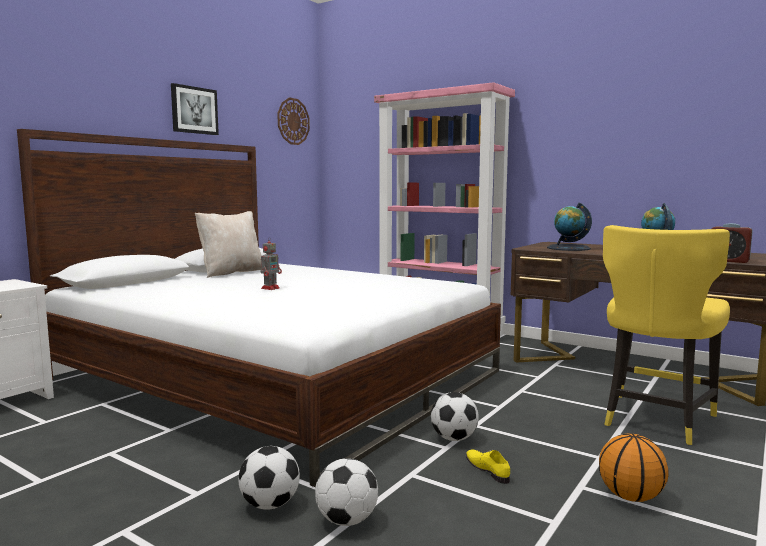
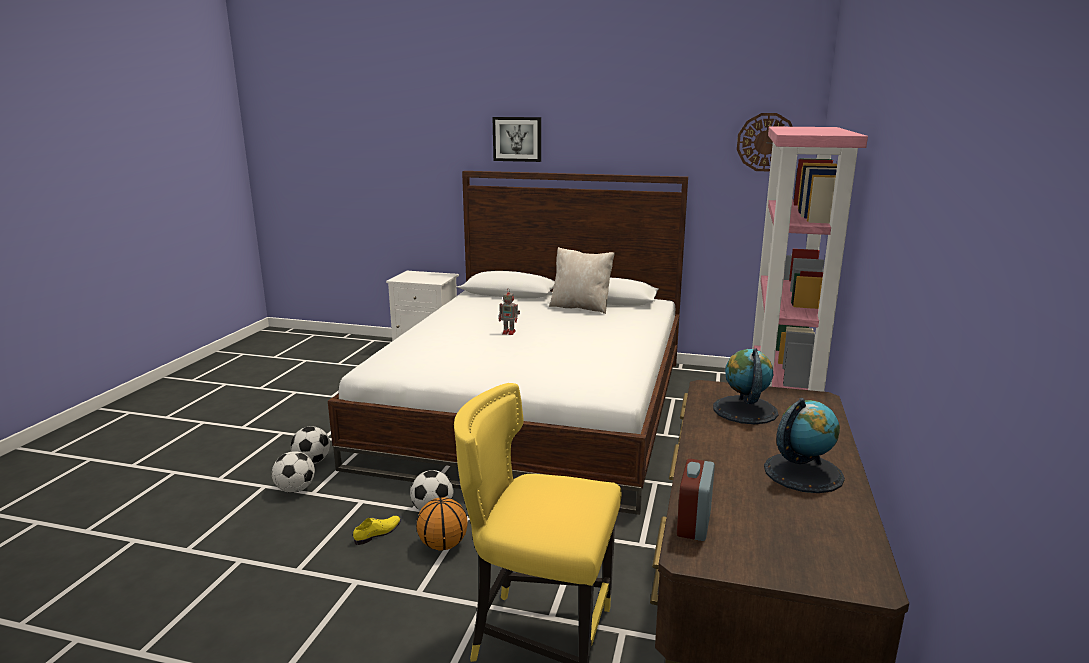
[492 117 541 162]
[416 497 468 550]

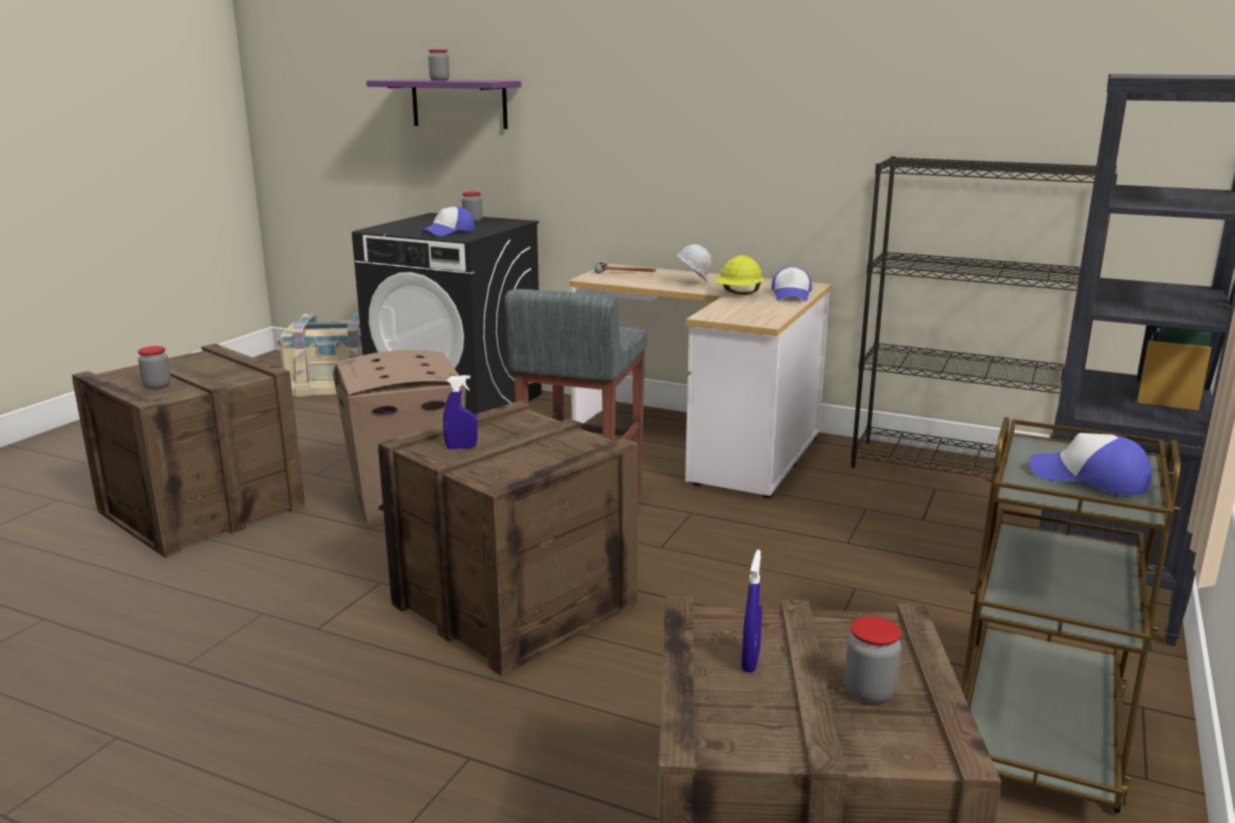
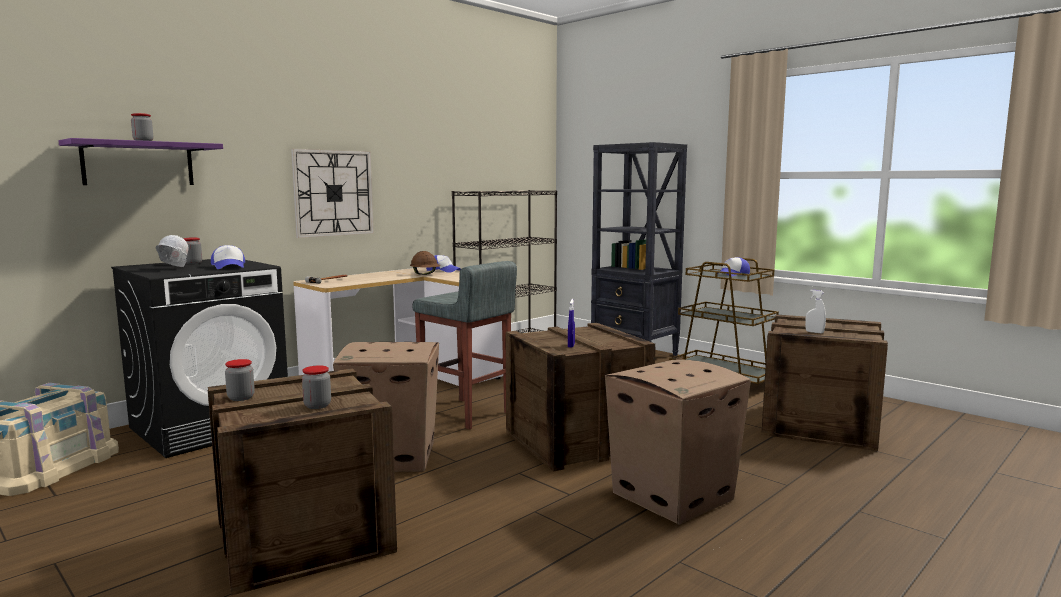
[291 149 374 238]
[605 360 751 525]
[156 235 189 267]
[225 359 255 401]
[410 251 441 275]
[805 290 826 333]

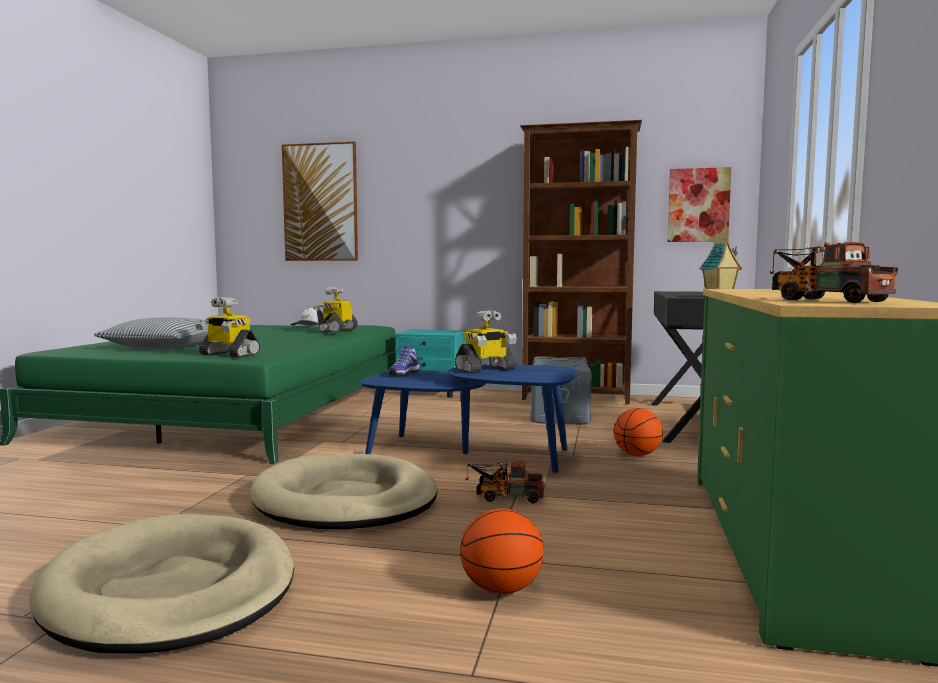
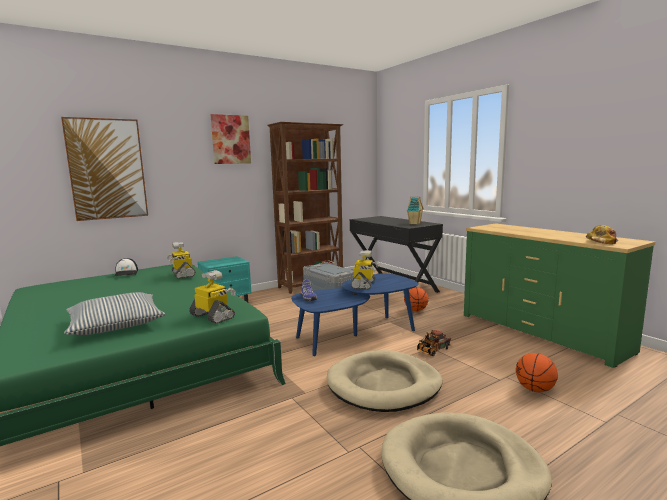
[210 114 251 164]
[586 225 618 244]
[189 270 236 324]

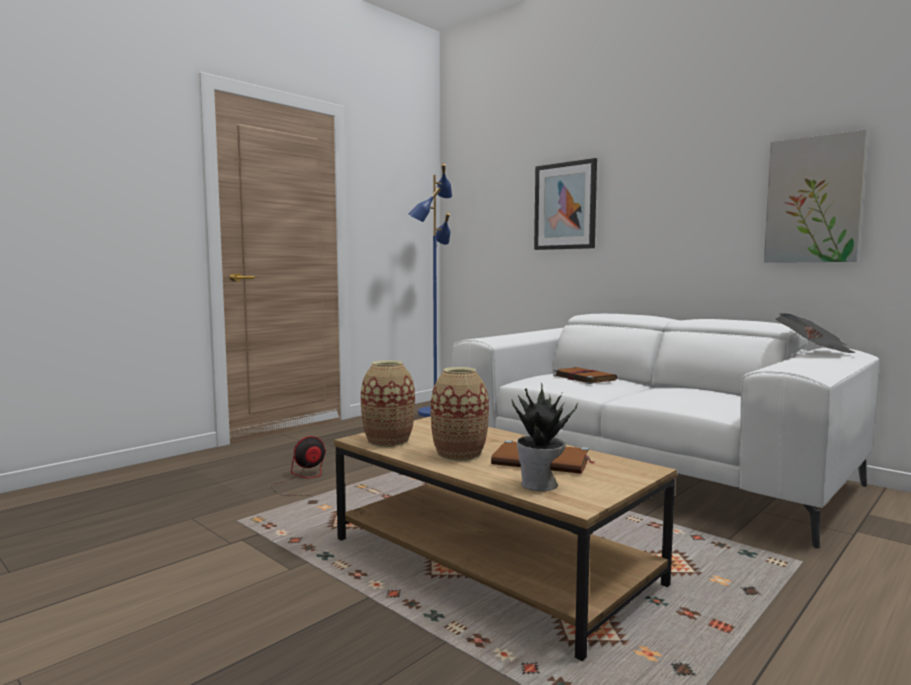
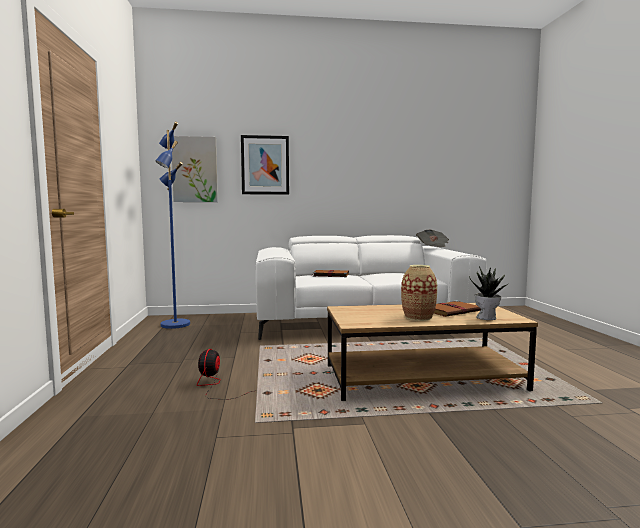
[361 360 415 447] (first image)
[172 136 218 202]

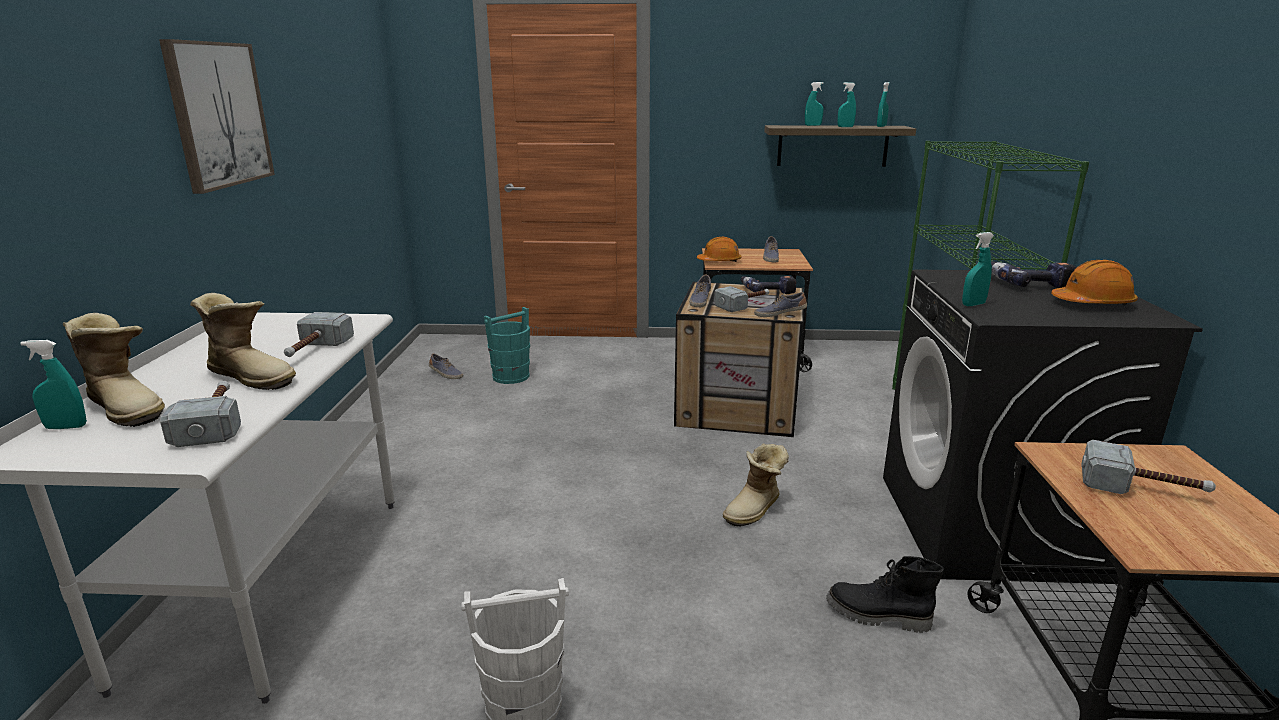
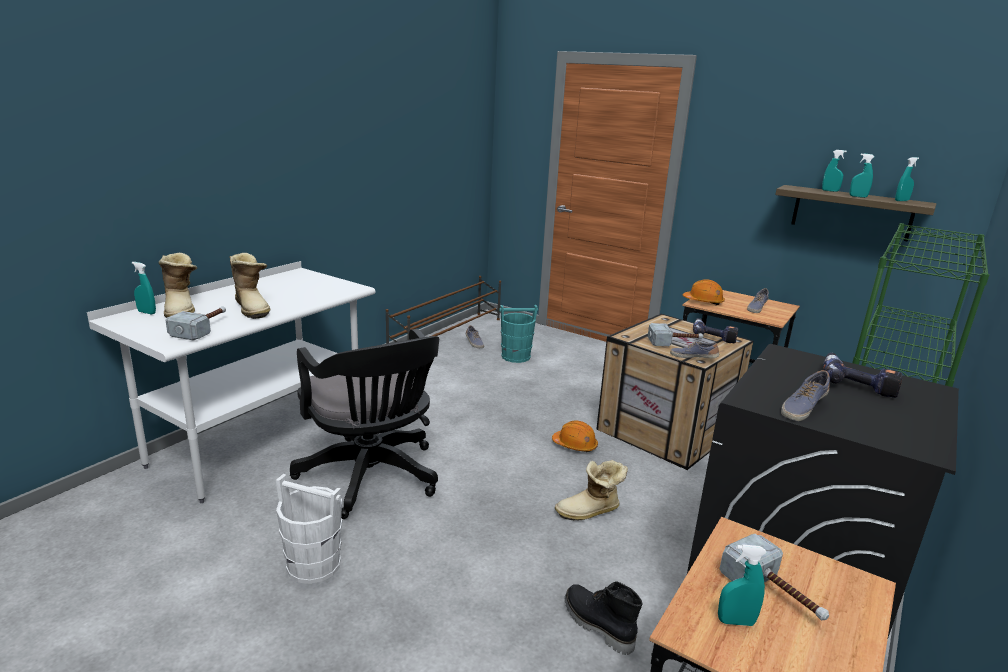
[159 39 275 194] (first image)
[284 312 354 357] (first image)
[290 329 439 519]
[386 276 501 344]
[781 370 830 421]
[718 544 767 626]
[552 421 598 452]

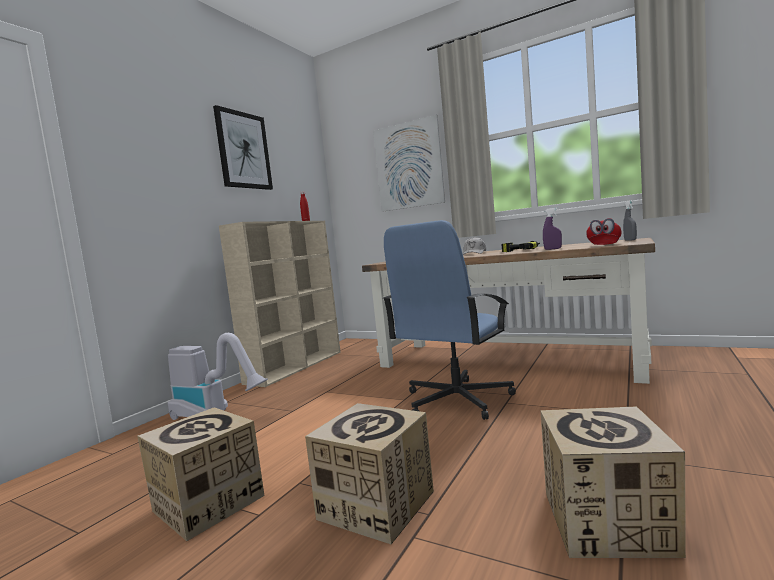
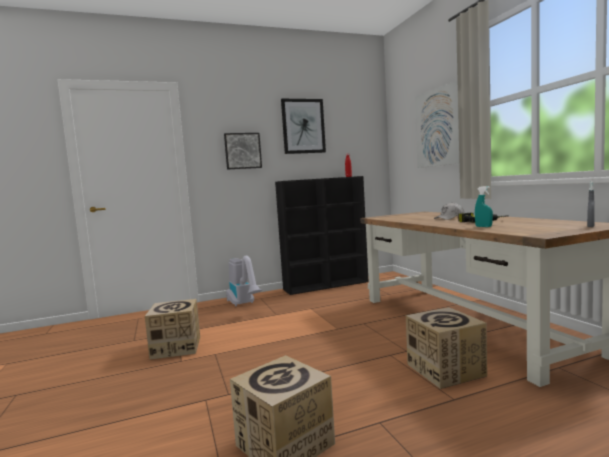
[383 220 516 420] (first image)
[586 218 621 245] (first image)
[224 133 262 169]
[406 307 487 389]
[275 176 369 295]
[475 186 493 227]

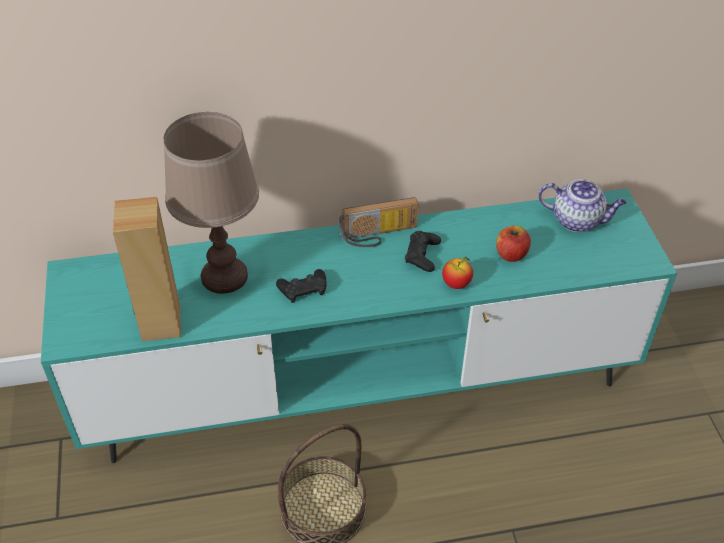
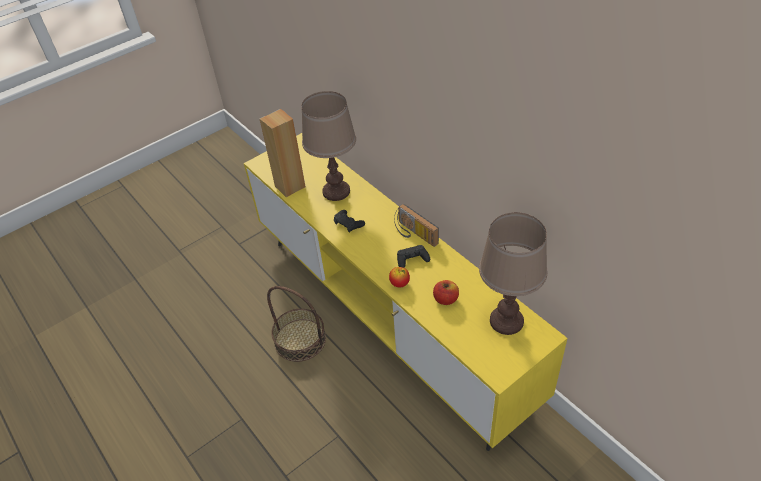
[479 212 547 335]
[244 133 568 451]

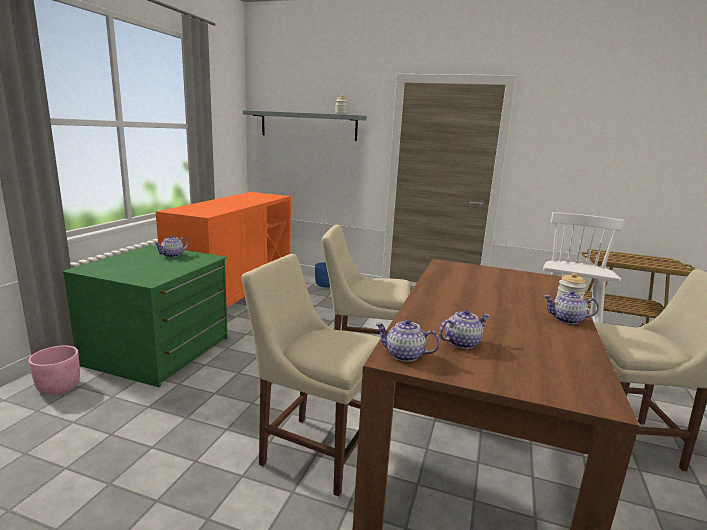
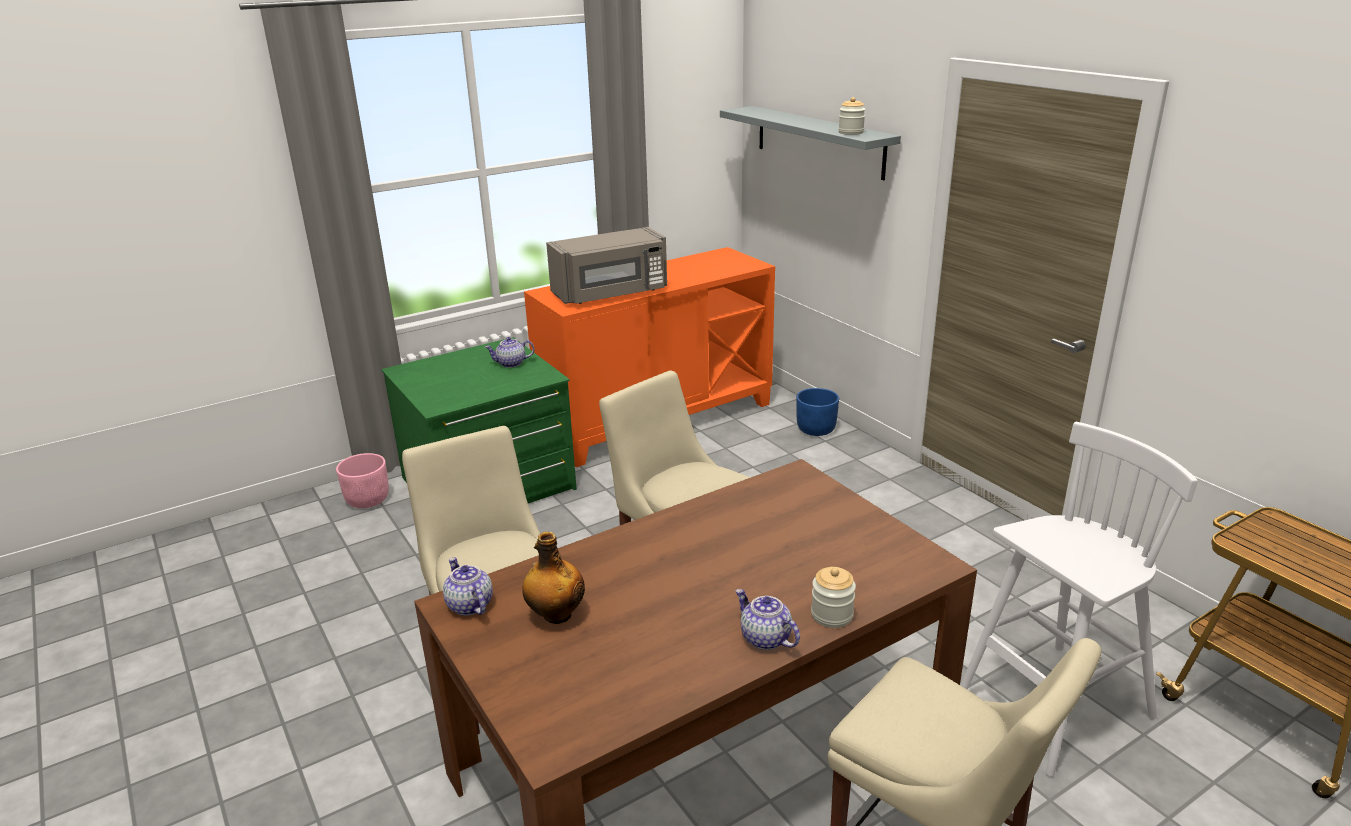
[546 227 667 304]
[522 532 585 624]

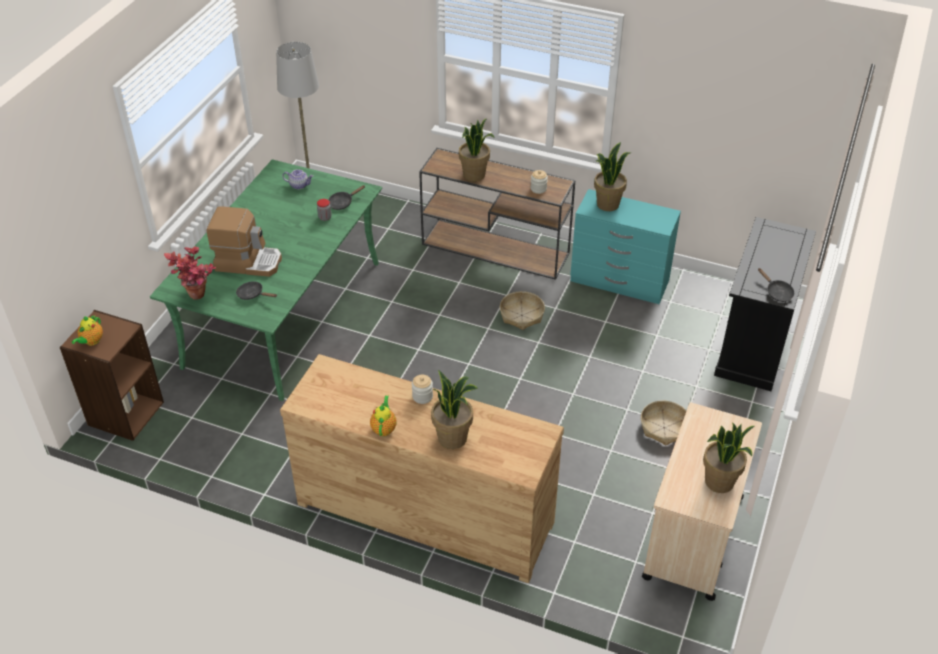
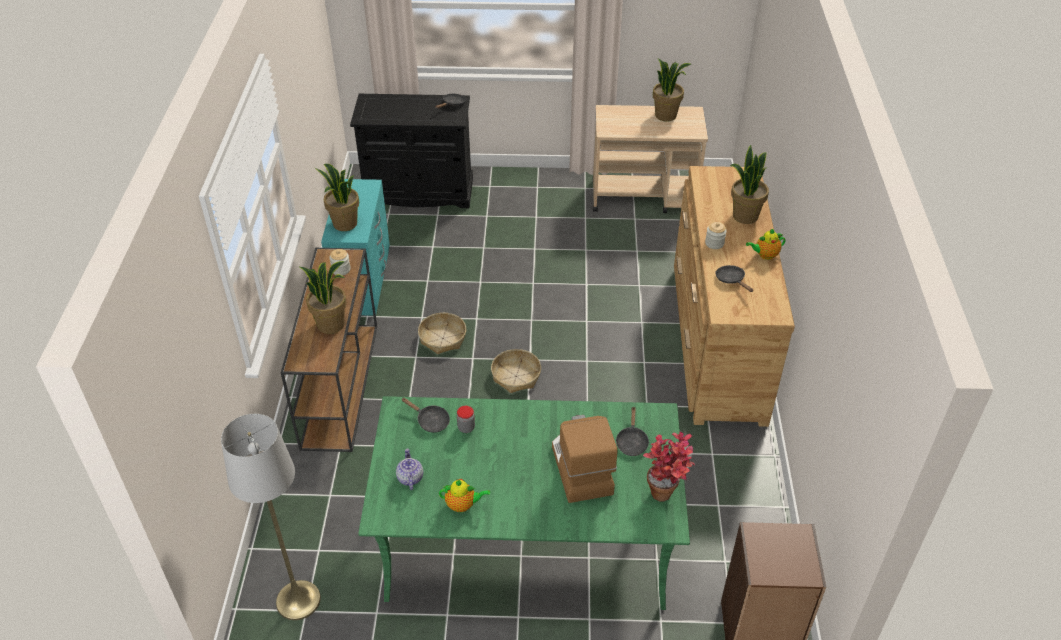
[715 265 753 292]
[439 479 490 512]
[491 349 541 393]

